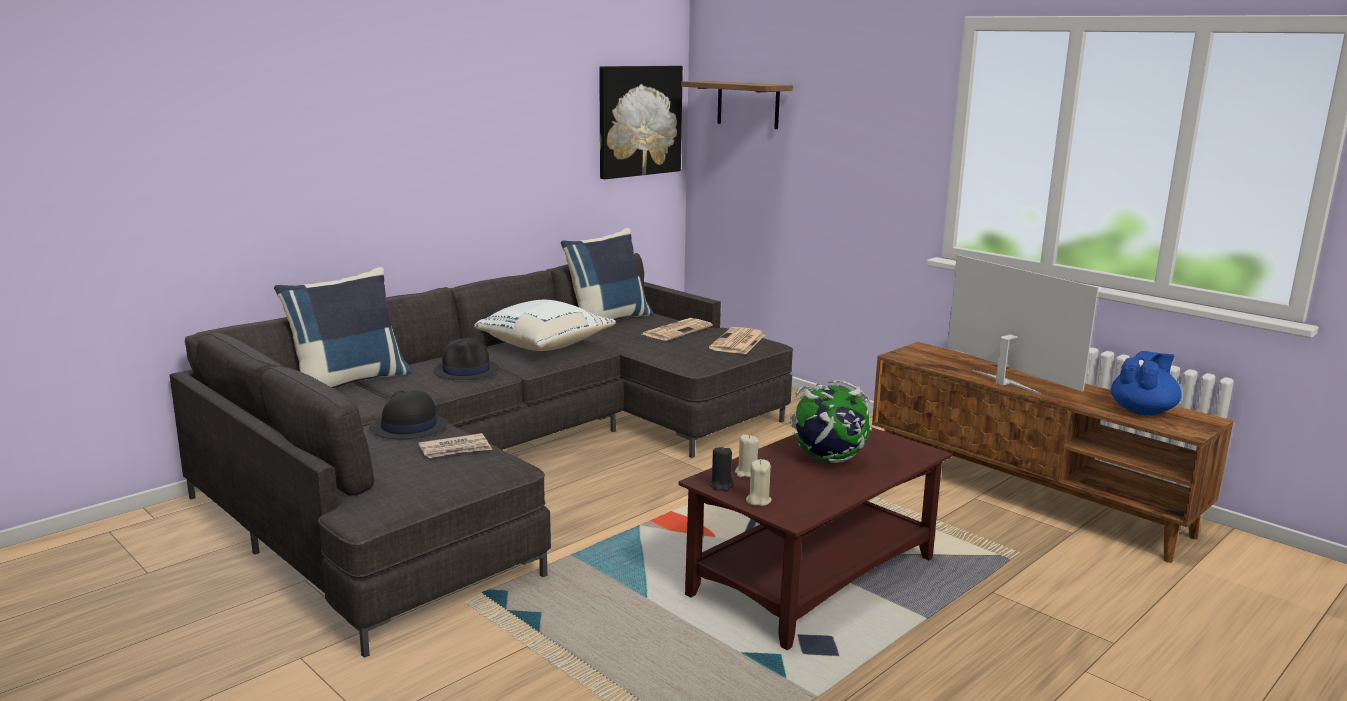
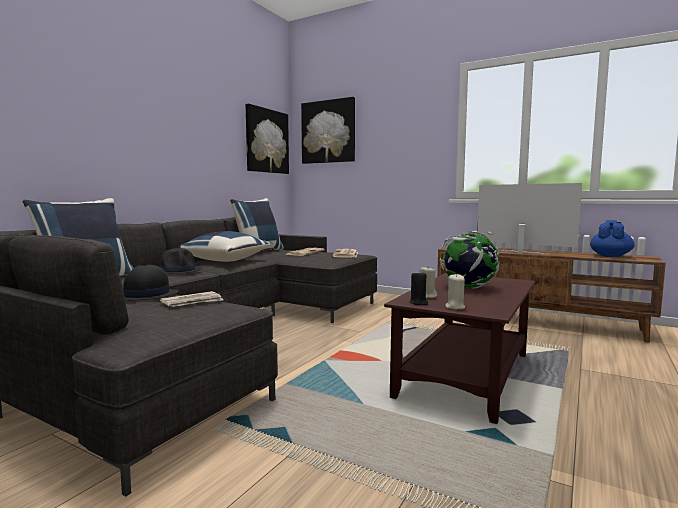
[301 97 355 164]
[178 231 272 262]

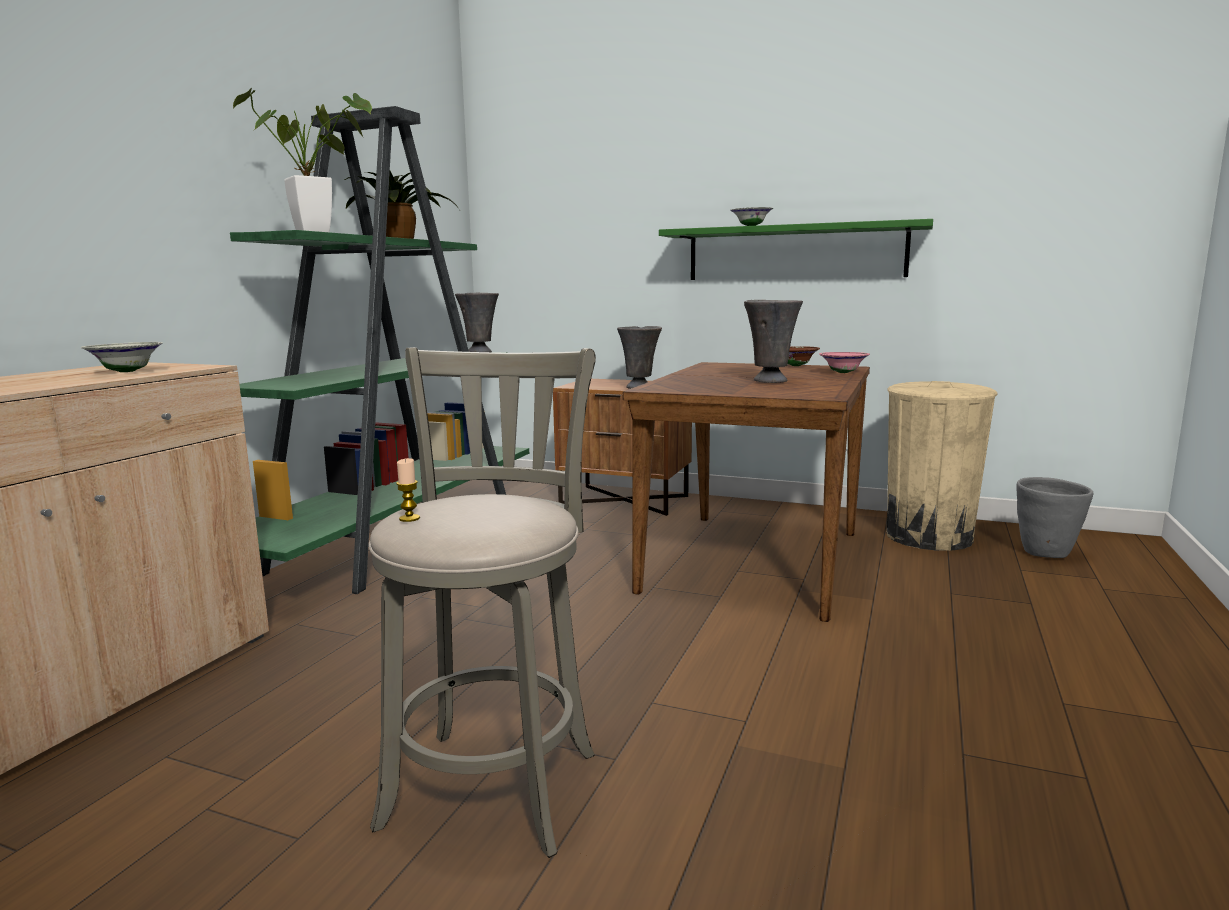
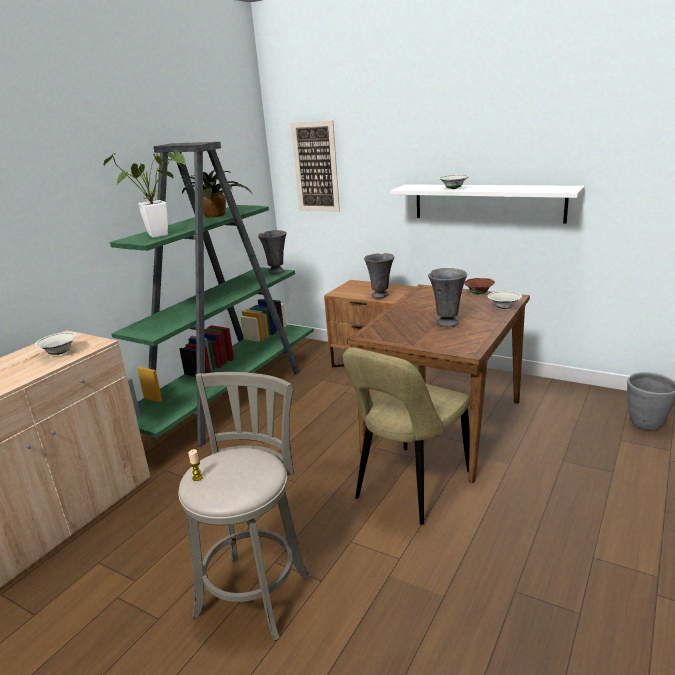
[886 381 997 551] (first image)
[291 120 340 212]
[342 347 470 525]
[390 184 585 223]
[488 291 522 309]

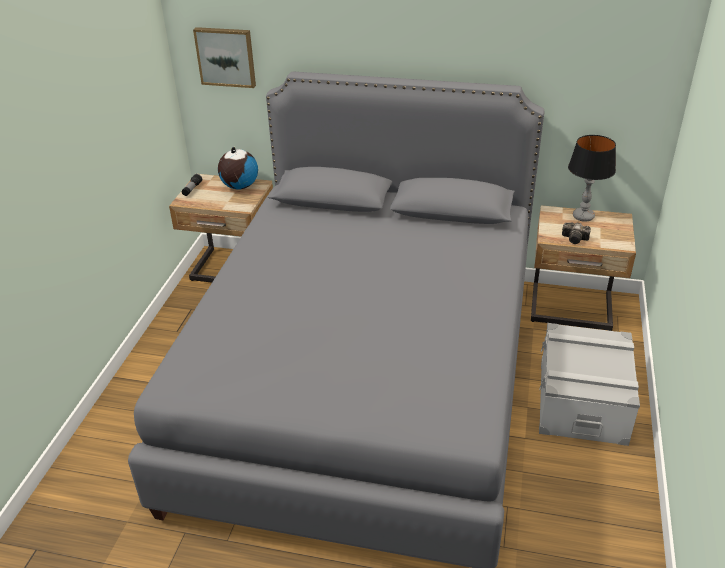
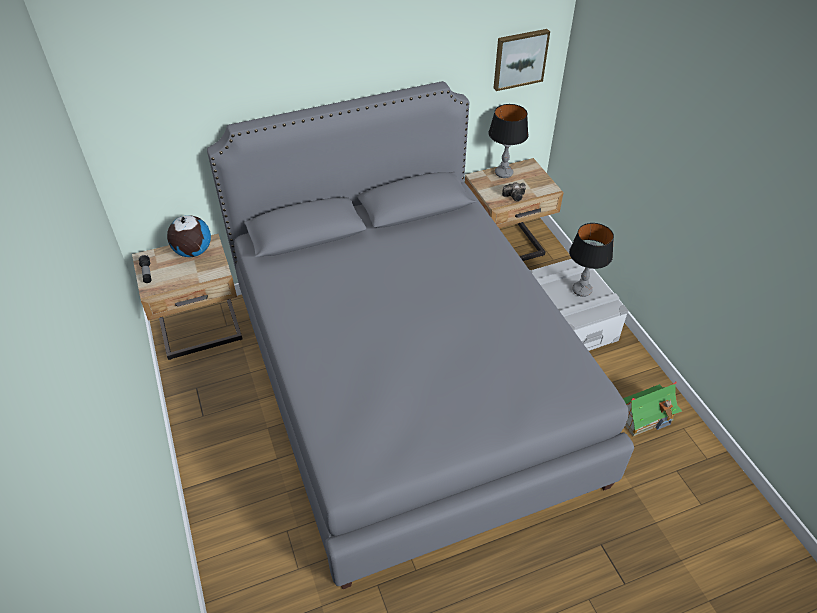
[569 223 614 297]
[623 382 682 436]
[494 29 550 91]

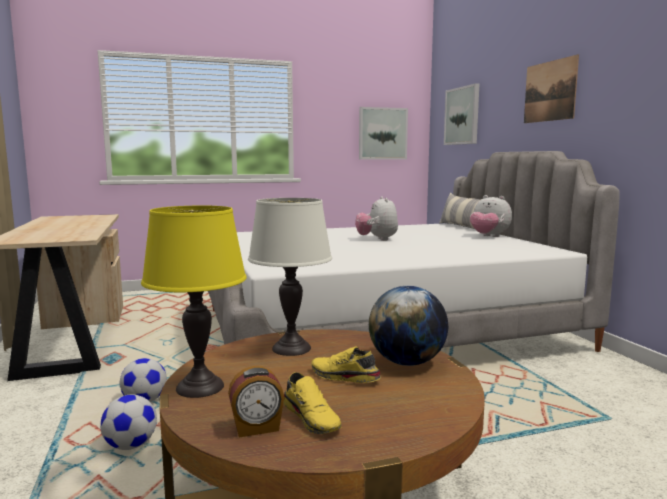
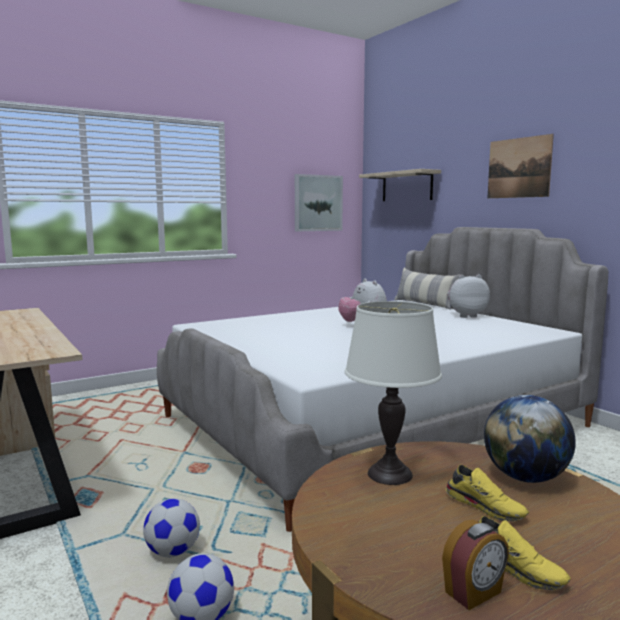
[141 206 247 398] (first image)
[359 169 441 201]
[446 465 529 521]
[447 274 490 318]

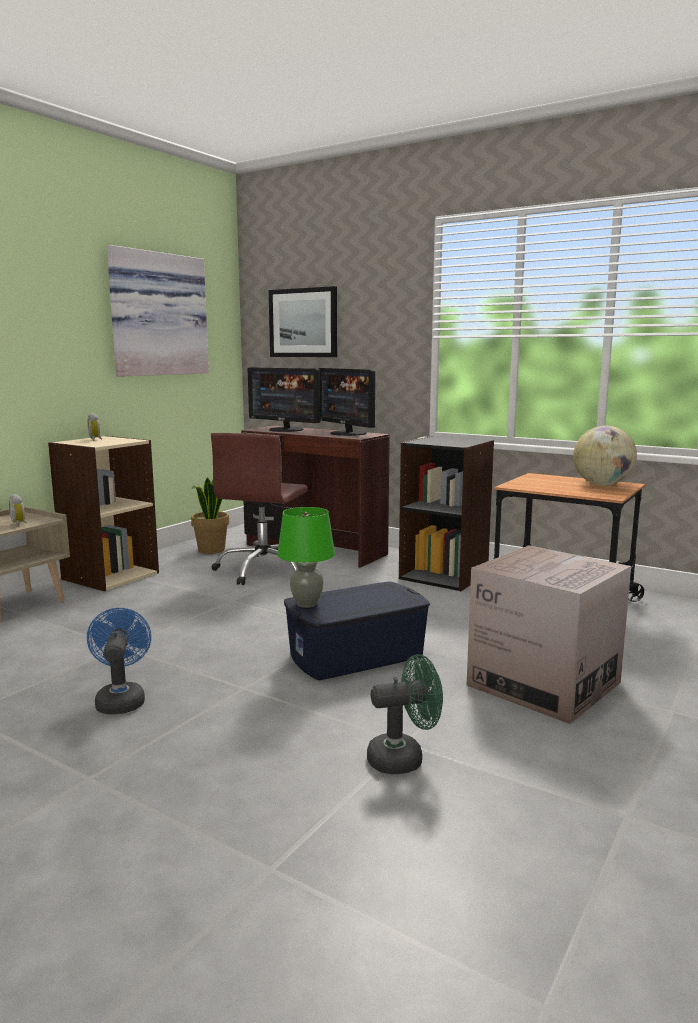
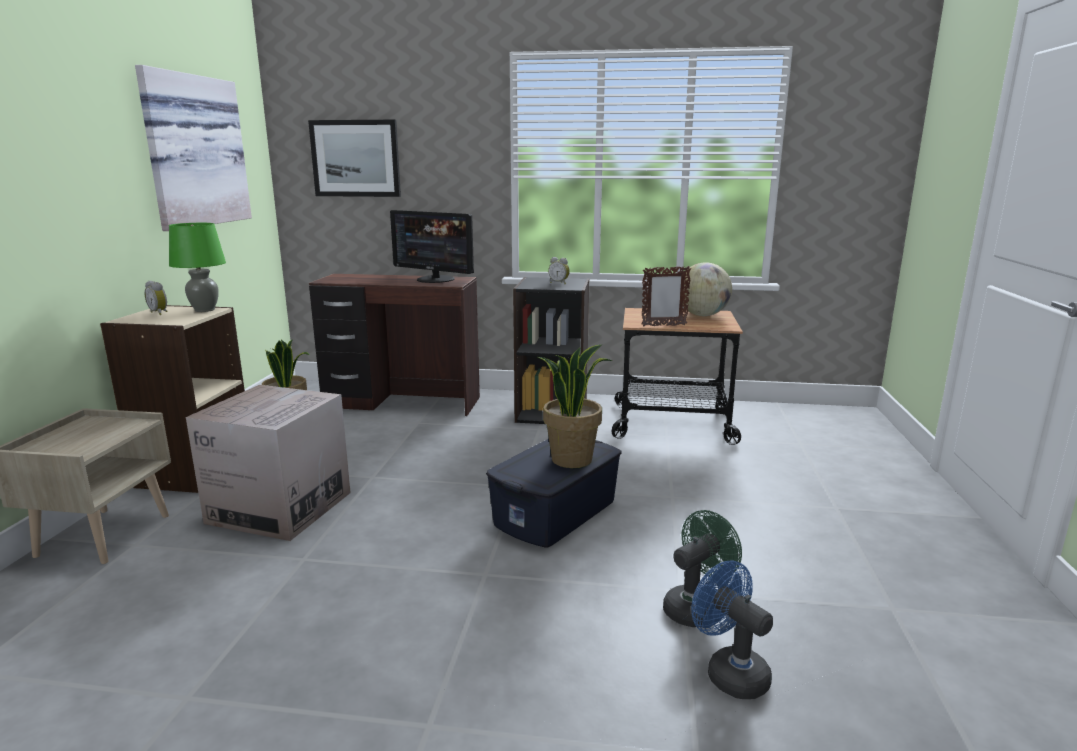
[211 433 308 585] (first image)
[248 367 320 432] (first image)
[538 344 613 468]
[641 265 691 326]
[548 257 570 284]
[691 560 773 699]
[169 223 226 312]
[186 385 351 541]

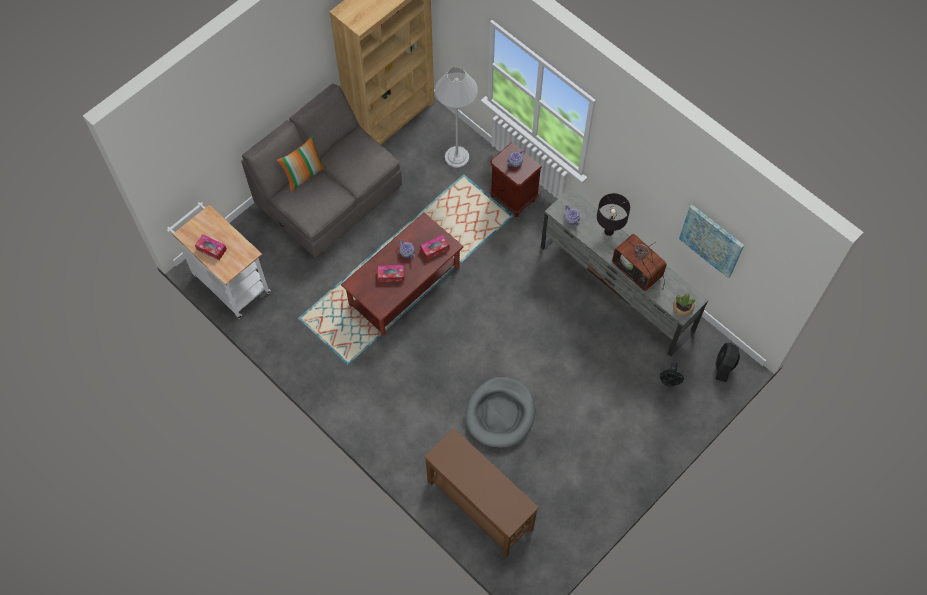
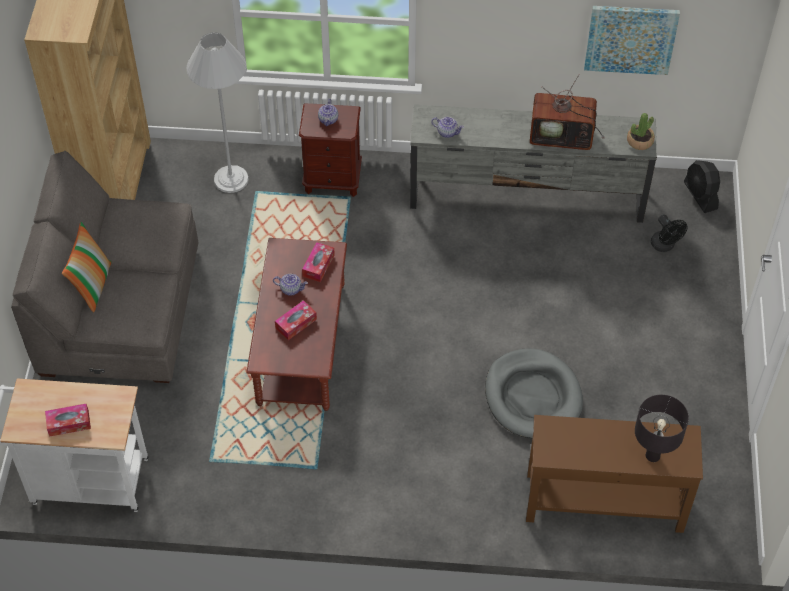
[635 395 689 462]

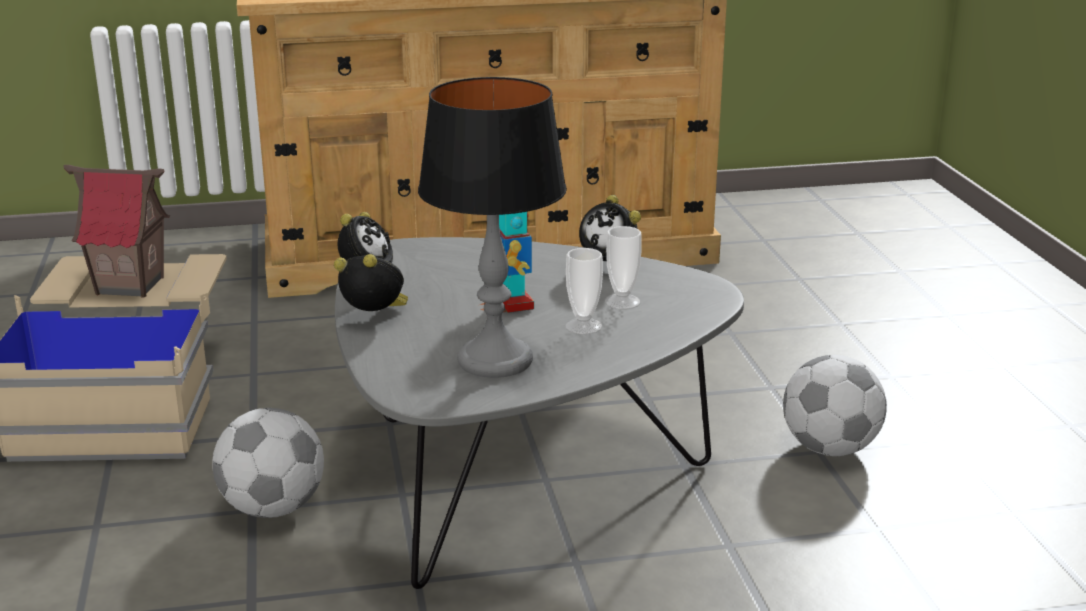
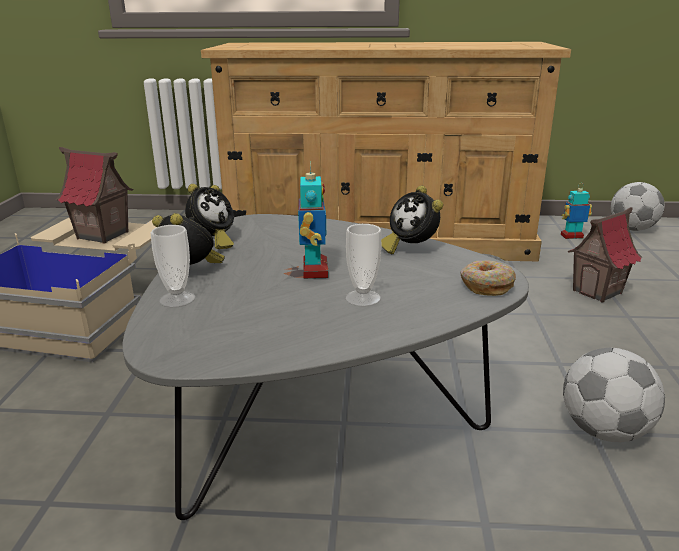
[418 77 567 378] (first image)
[461 261 516 296]
[561 183 592 239]
[568 207 642 303]
[611 182 665 231]
[150 225 196 307]

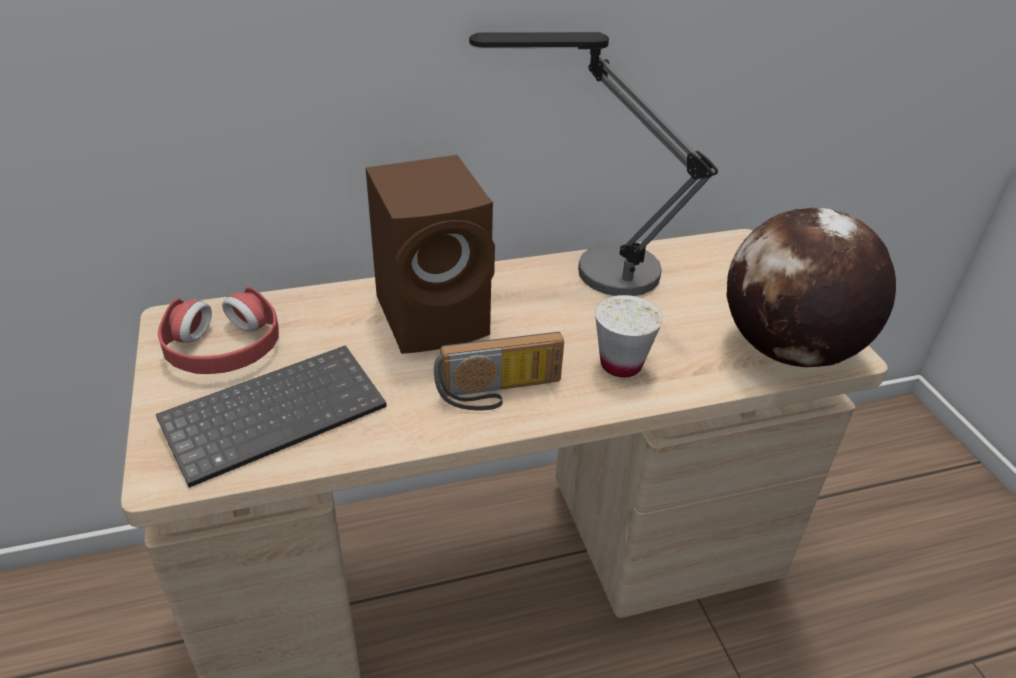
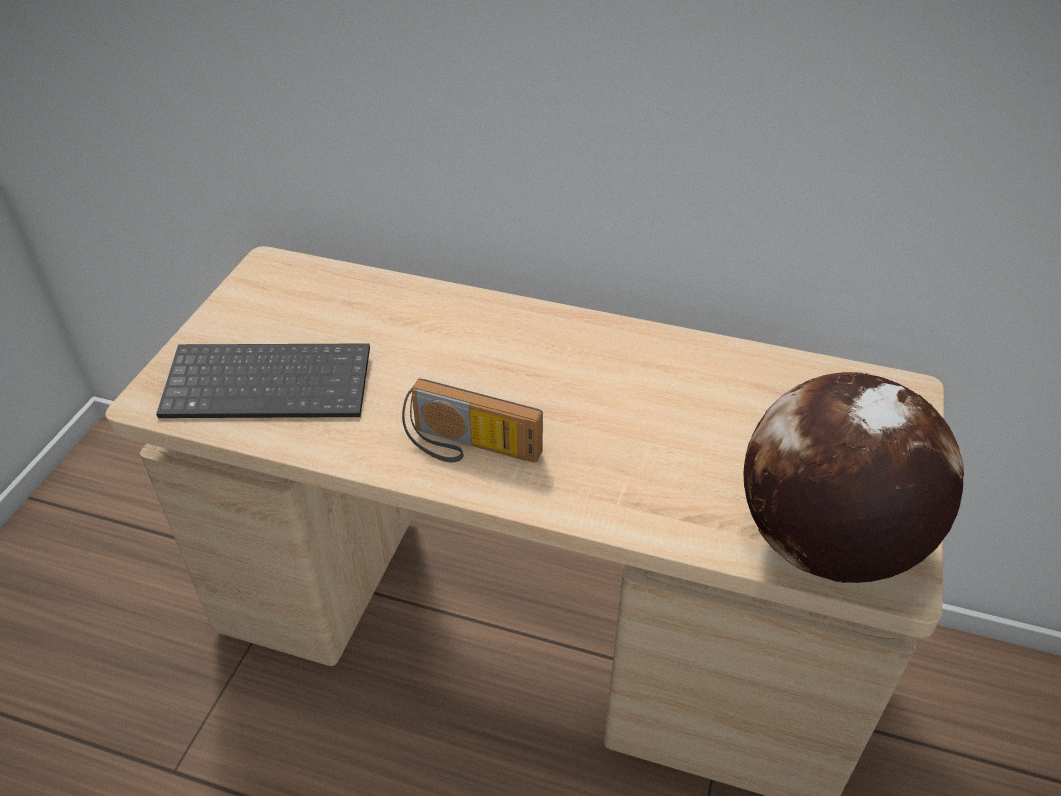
[158 286 279 374] (first image)
[366 155 495 354] (first image)
[469 32 718 296] (first image)
[595 295 663 377] (first image)

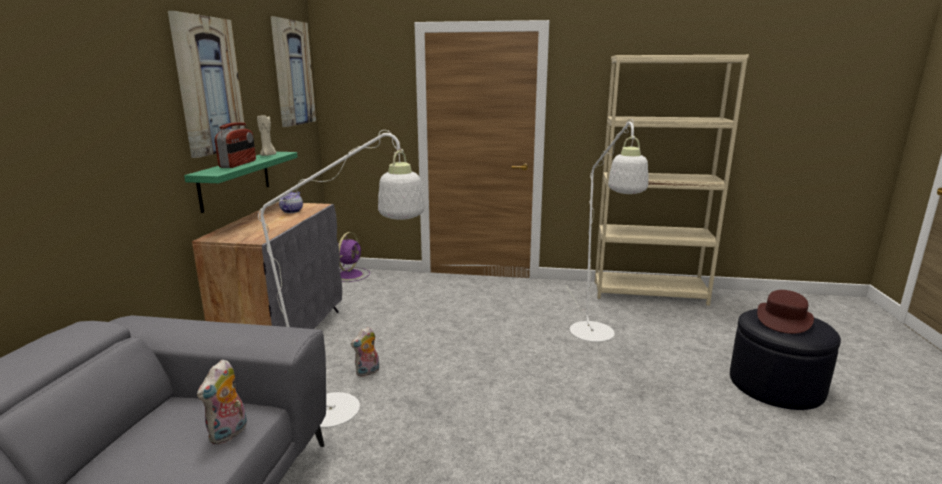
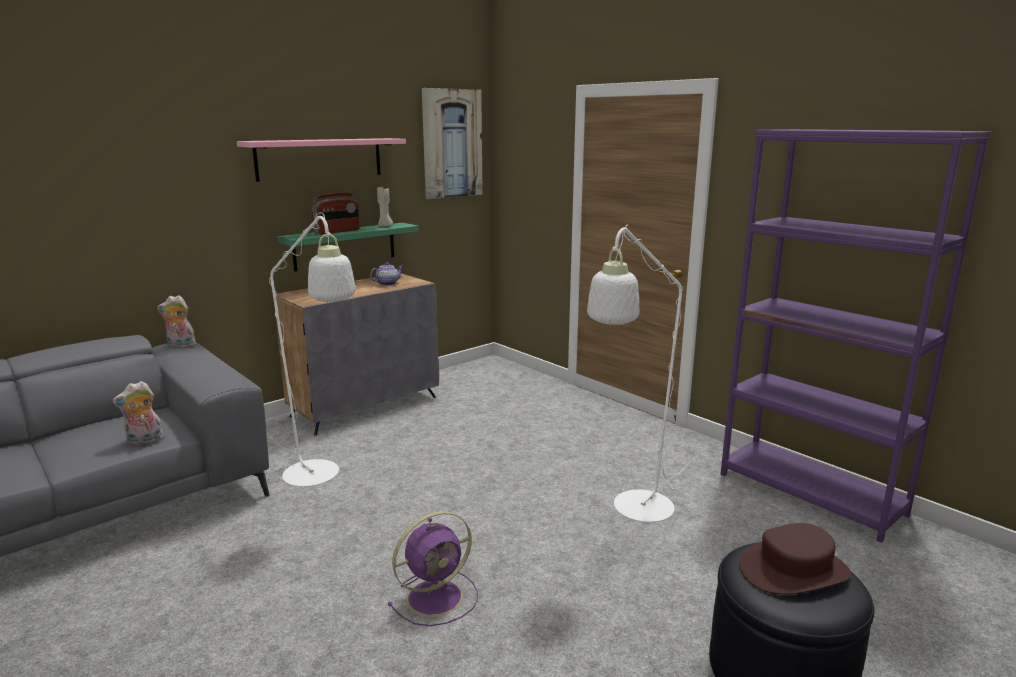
[387 511 478 626]
[157 295 196 348]
[237 138 406 182]
[720 129 991 543]

